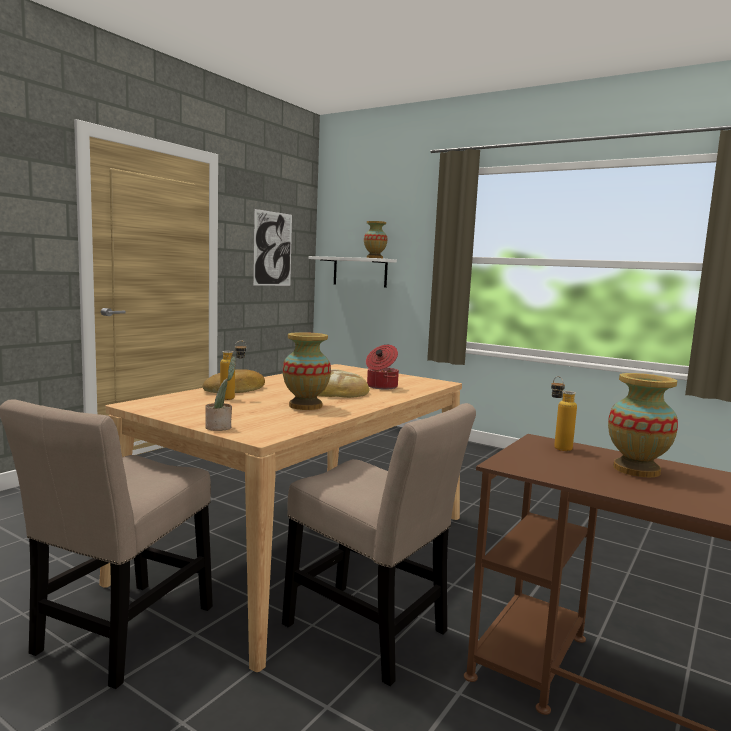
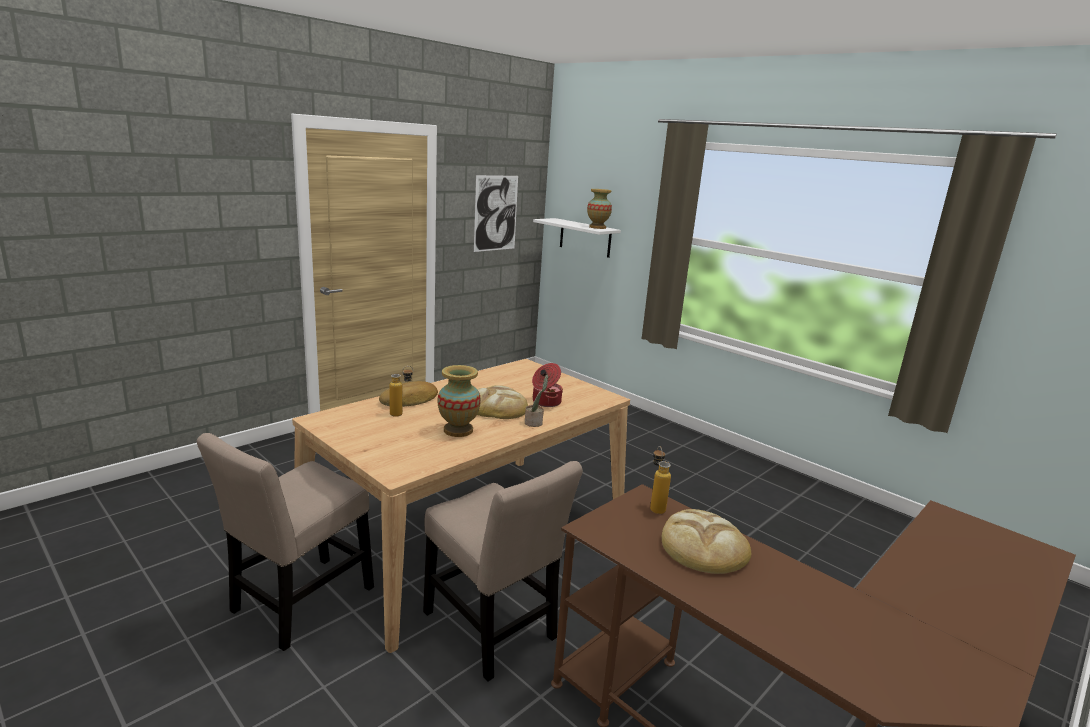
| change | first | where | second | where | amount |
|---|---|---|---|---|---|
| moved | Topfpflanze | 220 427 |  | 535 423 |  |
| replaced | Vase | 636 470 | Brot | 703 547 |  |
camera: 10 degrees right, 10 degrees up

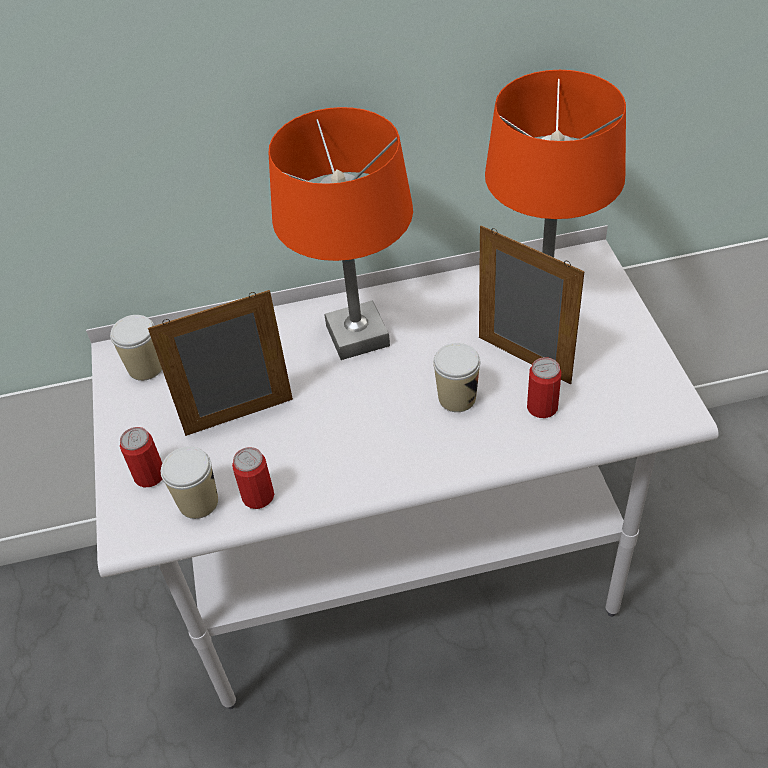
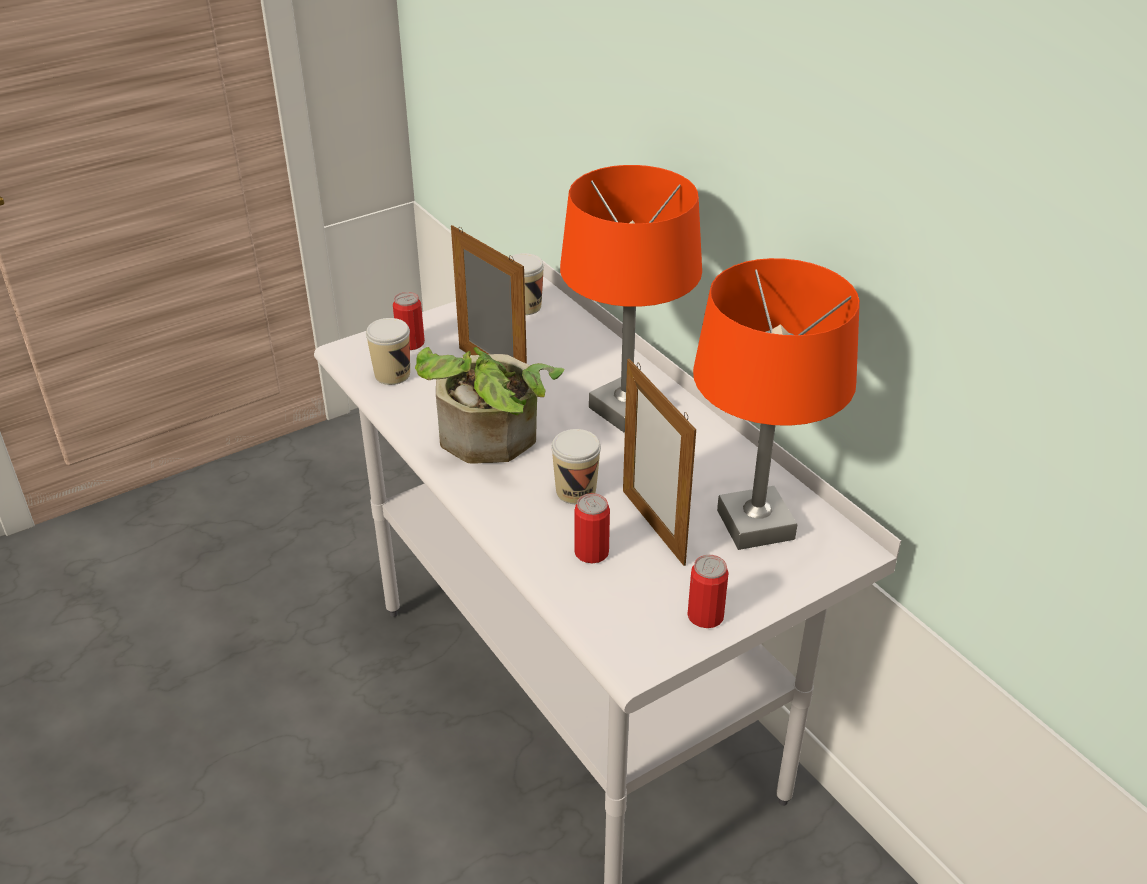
| change | first | where | second | where | amount |
|---|---|---|---|---|---|
| moved | Dose | 258 496 |  | 705 616 |  |
| turned | Bilderrahmen | 523 360 |  | 653 526 | 135 degrees clockwise |
| added |  |  | Topfpflanze | 490 442 |  |
camera: 65 degrees right, 10 degrees down

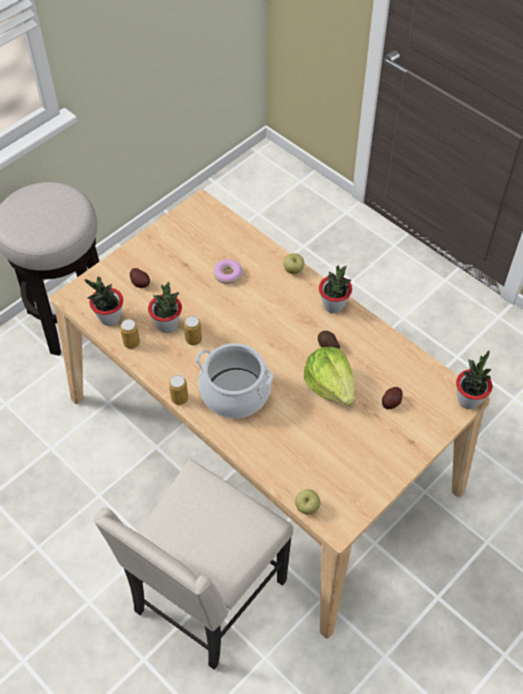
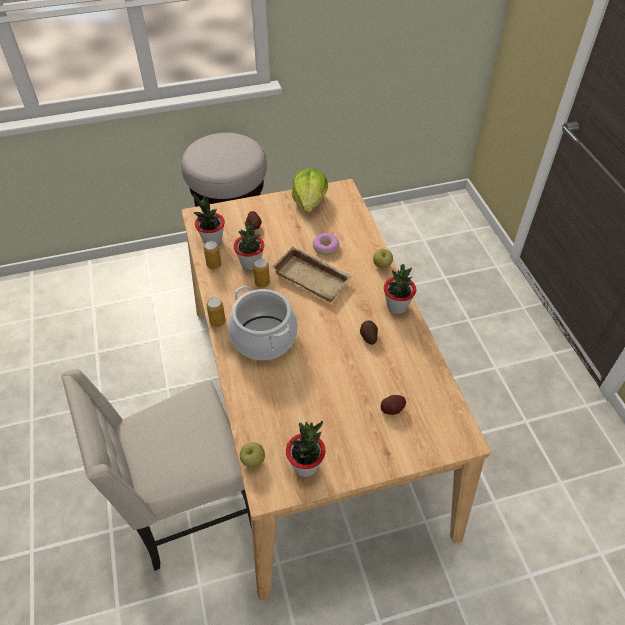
| change | first | where | second | where | amount |
|---|---|---|---|---|---|
| moved | Salatkopf | 330 385 |  | 309 201 |  |
| moved | Topfpflanze | 468 400 |  | 306 465 |  |
| added |  |  | Tablett [beige] | 313 277 |  |
camera: 30 degrees right, 5 degrees down

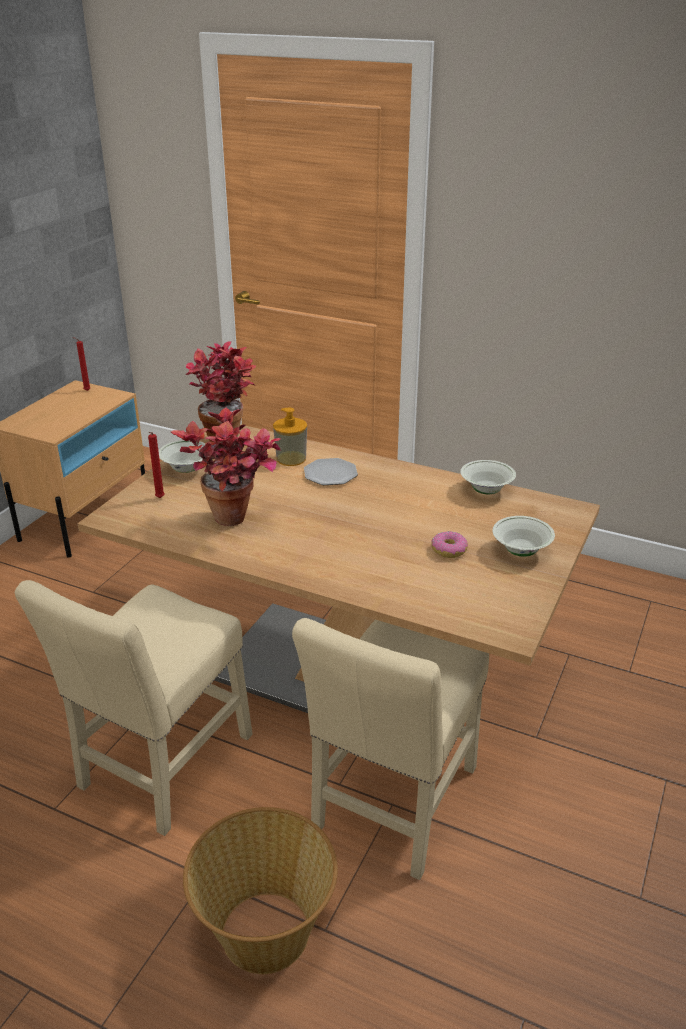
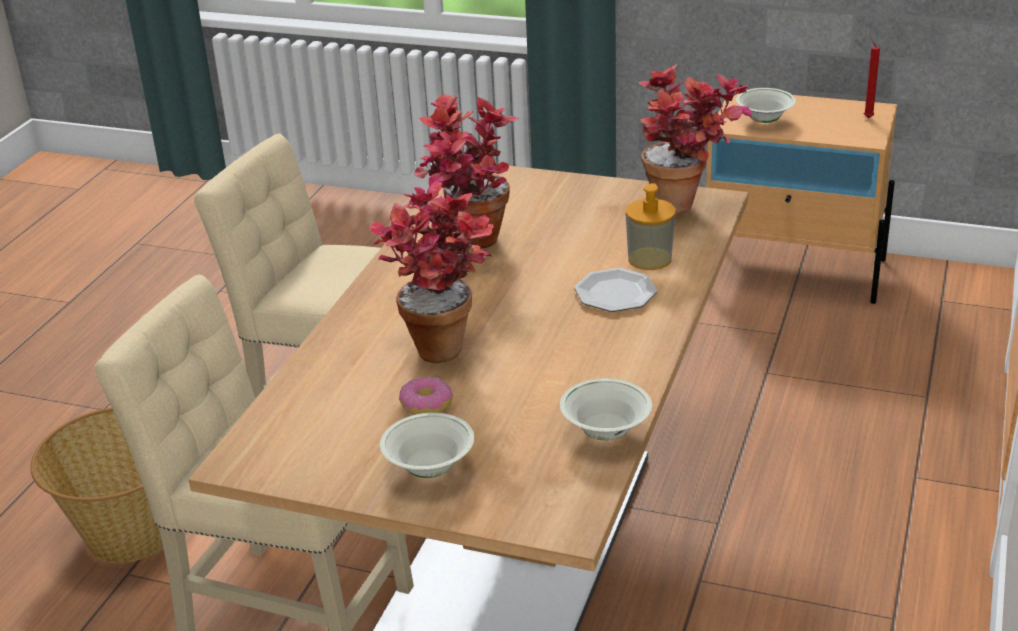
| change | first | where | second | where | amount |
|---|---|---|---|---|---|
| removed | Kerze [rot] | 159 498 |  |  |  |
| moved | Schüssel [weiß] | 186 469 |  | 764 120 |  |
| added |  |  | Topfpflanze | 442 342 |  |
camera: 85 degrees right, 0 degrees up

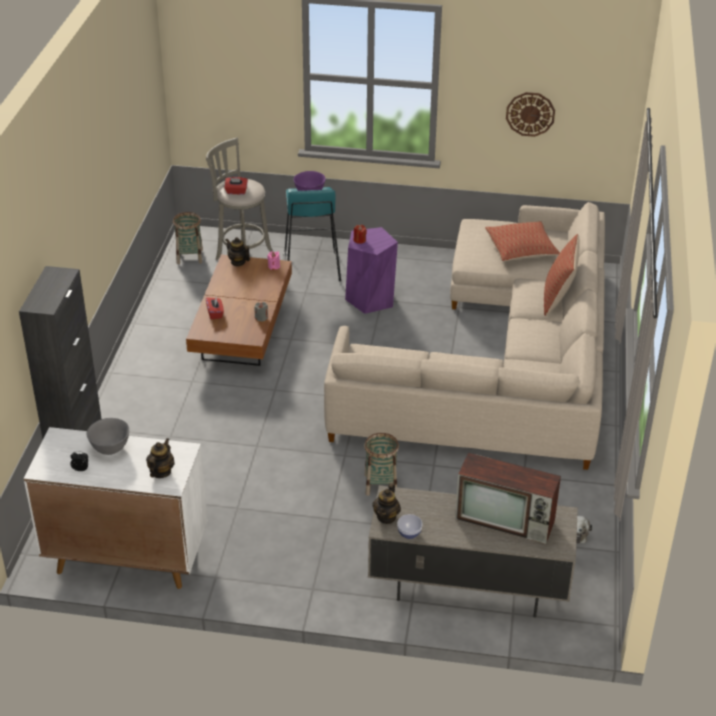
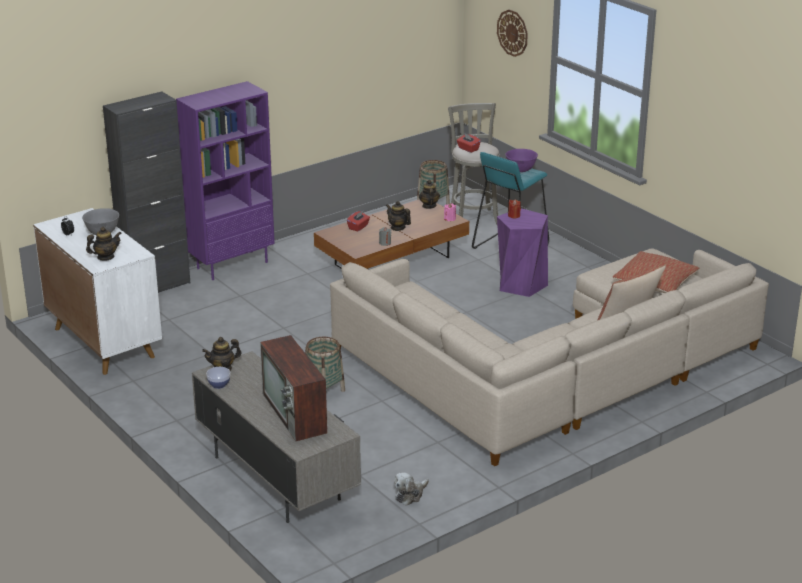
| change | first | where | second | where | amount |
|---|---|---|---|---|---|
| moved | Wanduhr | 530 114 |  | 512 33 |  |
| added |  |  | Bücherregal [lila] | 232 265 |  |
| added |  |  | Teekanne | 398 228 |  |
camera: 45 degrees right, 10 degrees down

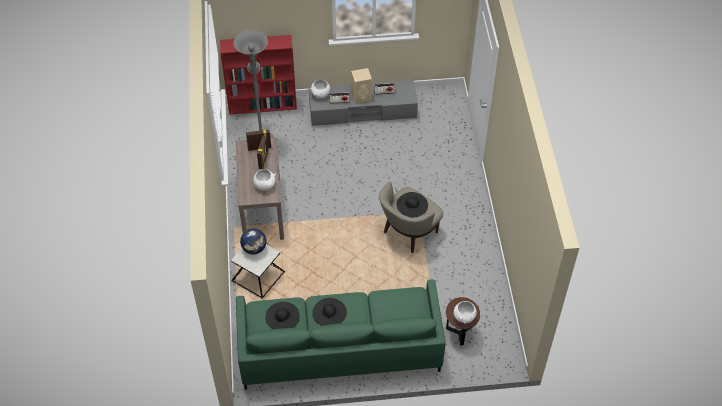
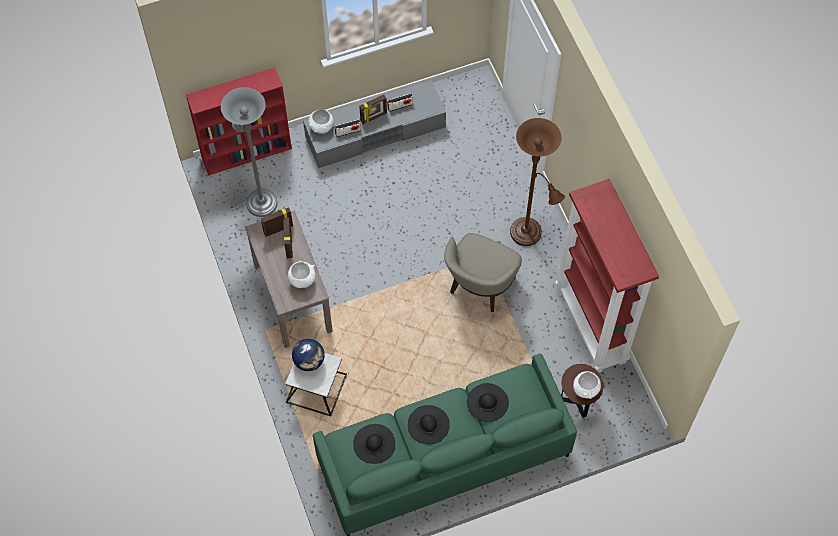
| change | first | where | second | where | amount |
|---|---|---|---|---|---|
| replaced | Lautsprecher [beige] | 362 96 | Bilderrahmen | 374 117 |  |
| moved | Hut [schwarz] | 412 204 |  | 487 402 |  |
| added |  |  | Stehlampe [braun] | 529 235 |  |
| added |  |  | Bücherregal [rot] | 591 326 |  |
camera: 15 degrees left, 10 degrees up

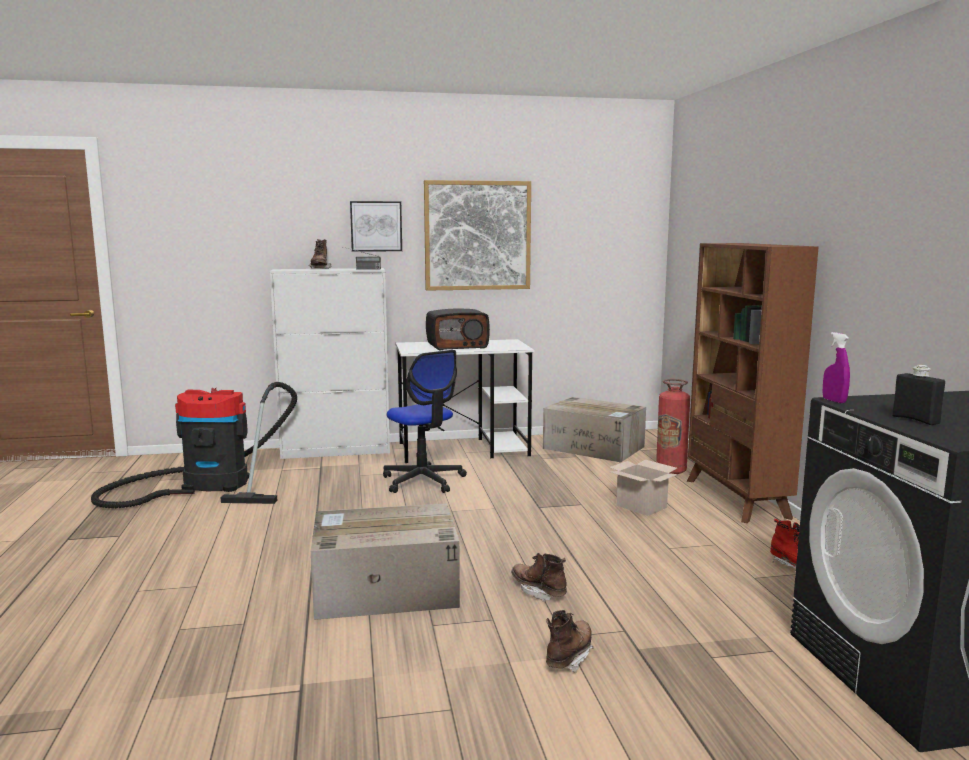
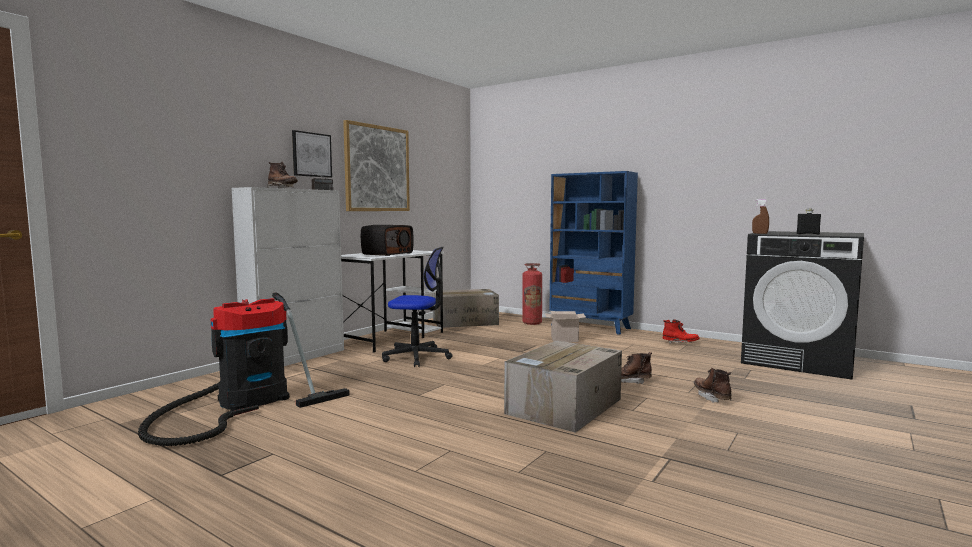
| change | first | where | second | where | amount |
|---|---|---|---|---|---|
| recoloured | Bücherregal [braun] | 736 499 | Bücherregal [blau] | 590 327 |  |
| recoloured | Sprühflasche [lila] | 834 401 | Sprühflasche [braun] | 760 233 |  |
camera: 45 degrees left, 5 degrees down

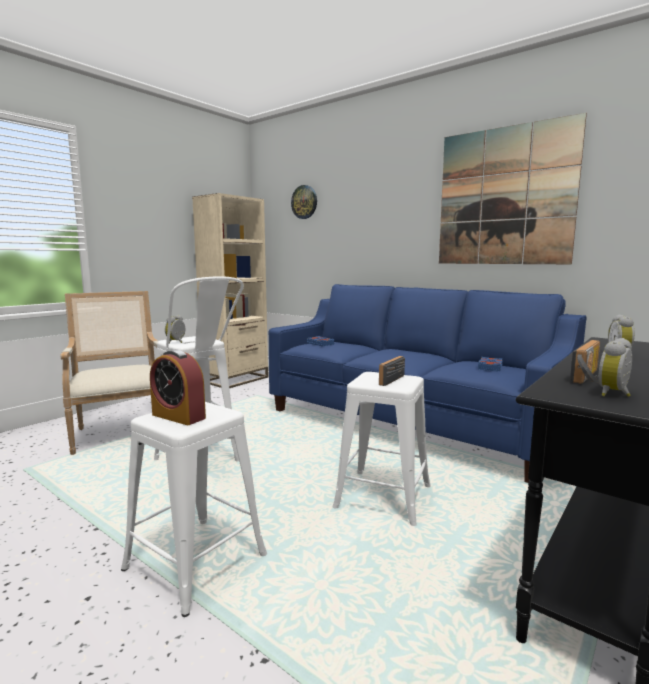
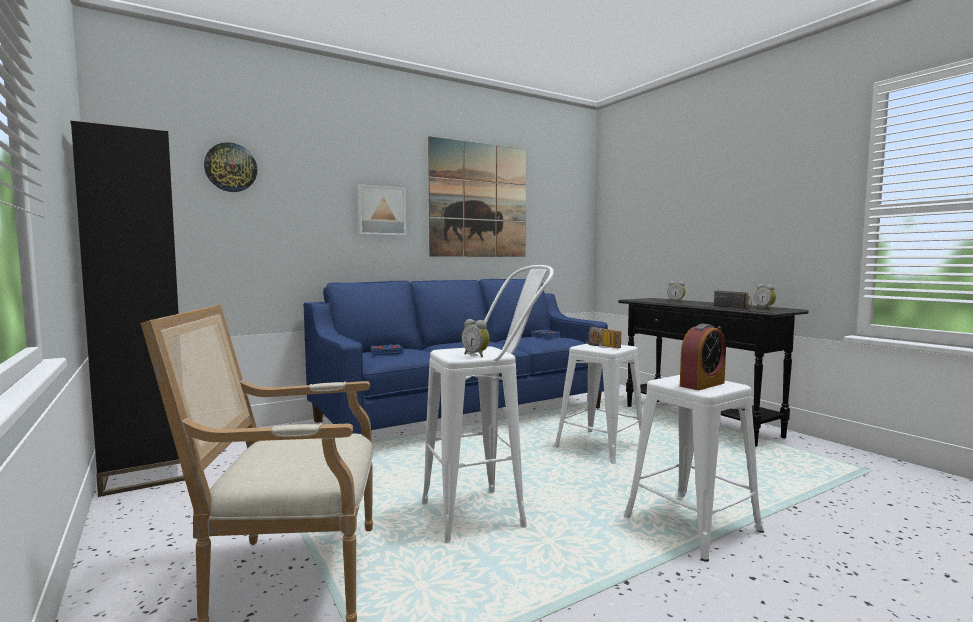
| change | first | where | second | where | amount |
|---|---|---|---|---|---|
| recoloured | Bücherregal [beige] | 235 379 | Bücherregal [schwarz] | 147 469 |  |
| added |  |  | Bild | 381 211 |  |
camera: 70 degrees left, 5 degrees down

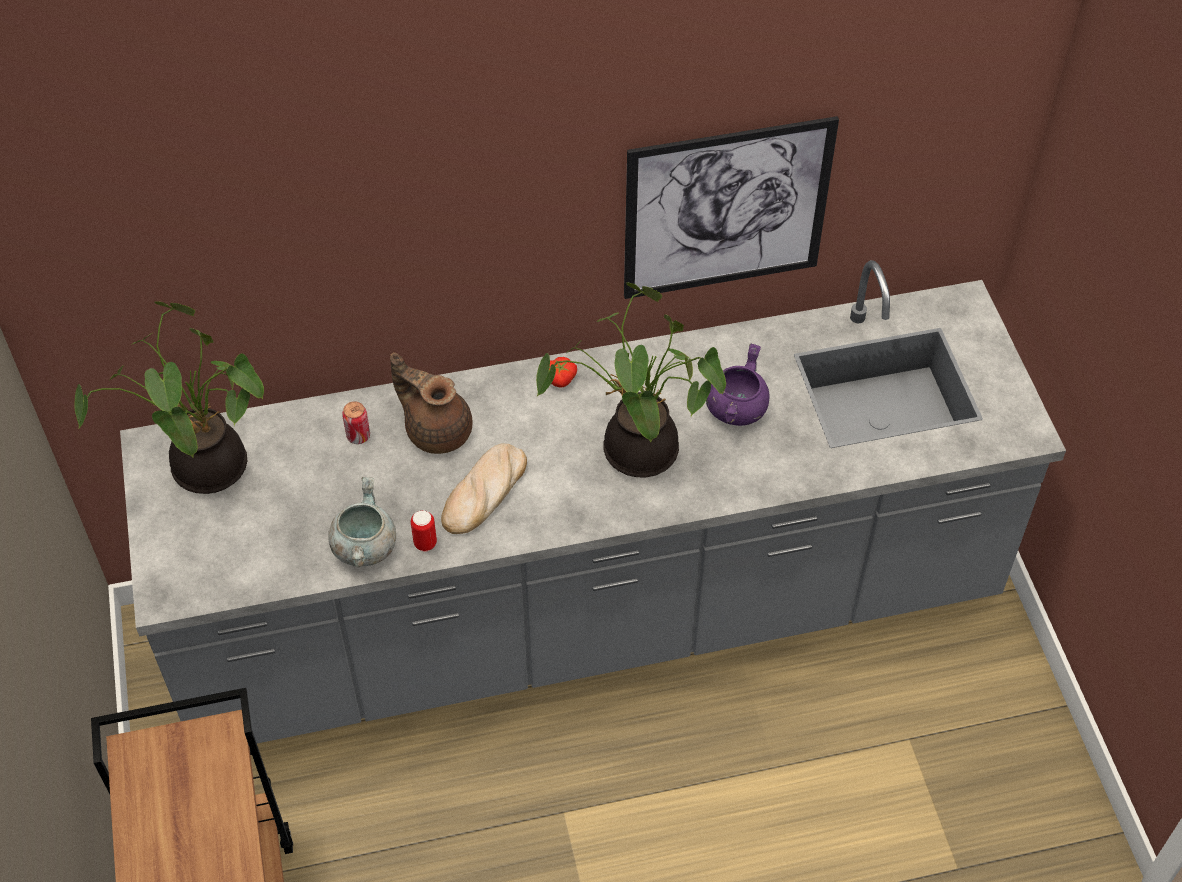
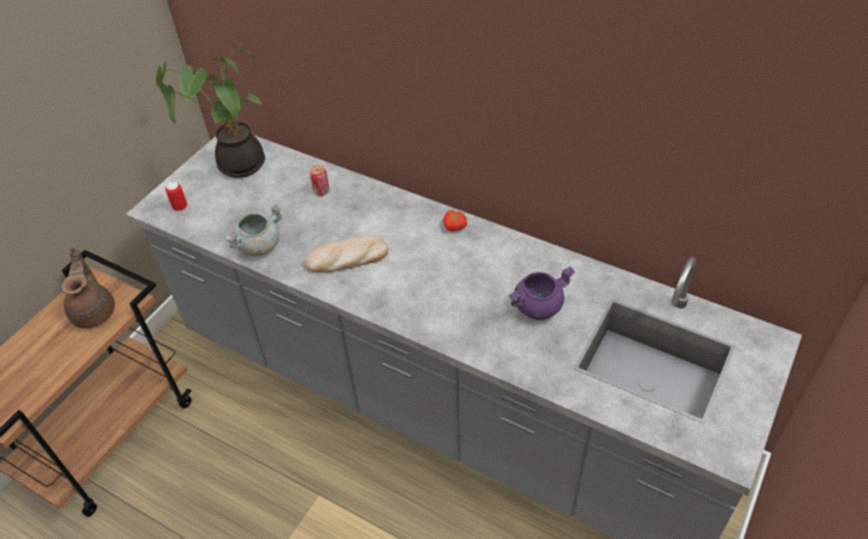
| change | first | where | second | where | amount |
|---|---|---|---|---|---|
| moved | Teekanne [braun] | 436 429 |  | 95 311 |  |
| moved | Dose | 425 543 |  | 180 207 |  |
| removed | Topfpflanze | 634 454 |  |  |  |
| removed | Bild | 726 209 |  |  |  |
camera: 45 degrees right, 5 degrees down

